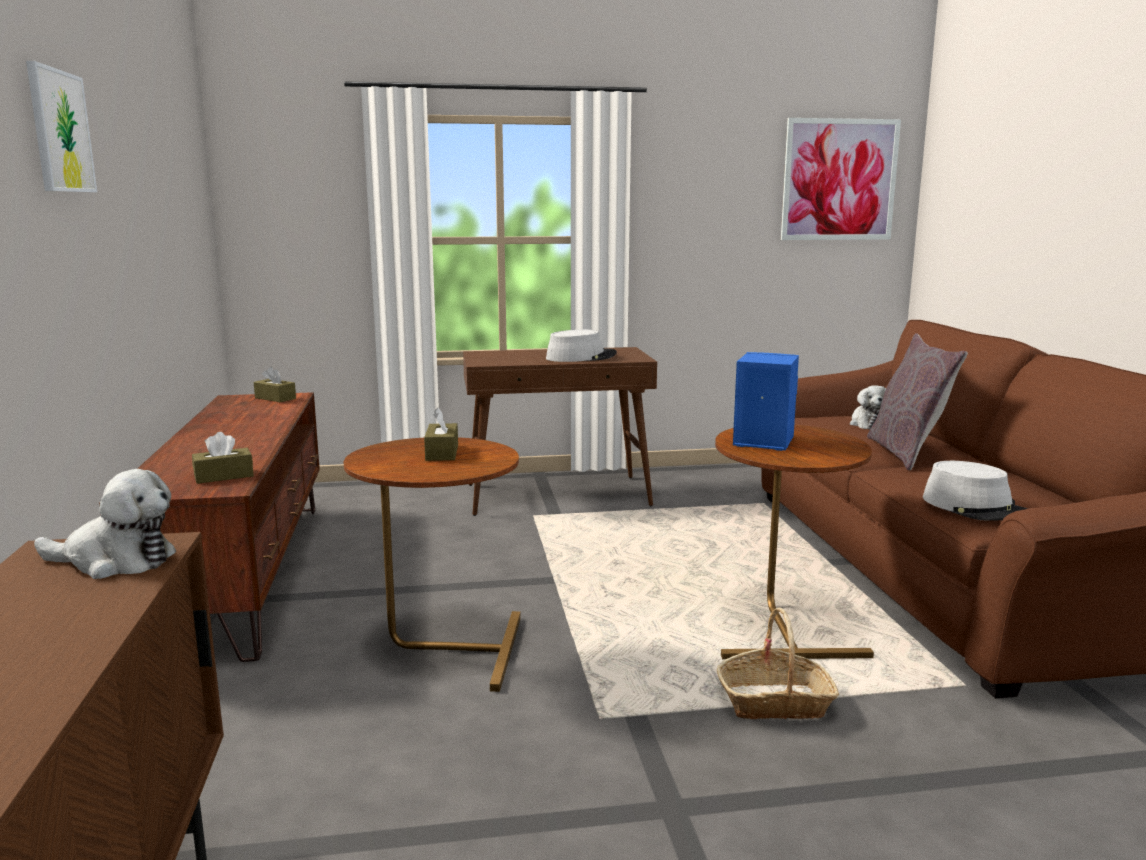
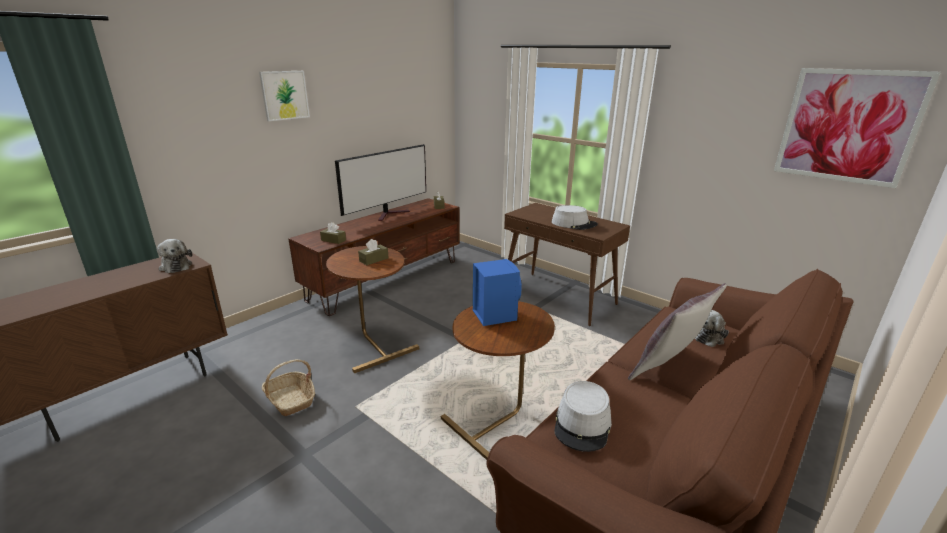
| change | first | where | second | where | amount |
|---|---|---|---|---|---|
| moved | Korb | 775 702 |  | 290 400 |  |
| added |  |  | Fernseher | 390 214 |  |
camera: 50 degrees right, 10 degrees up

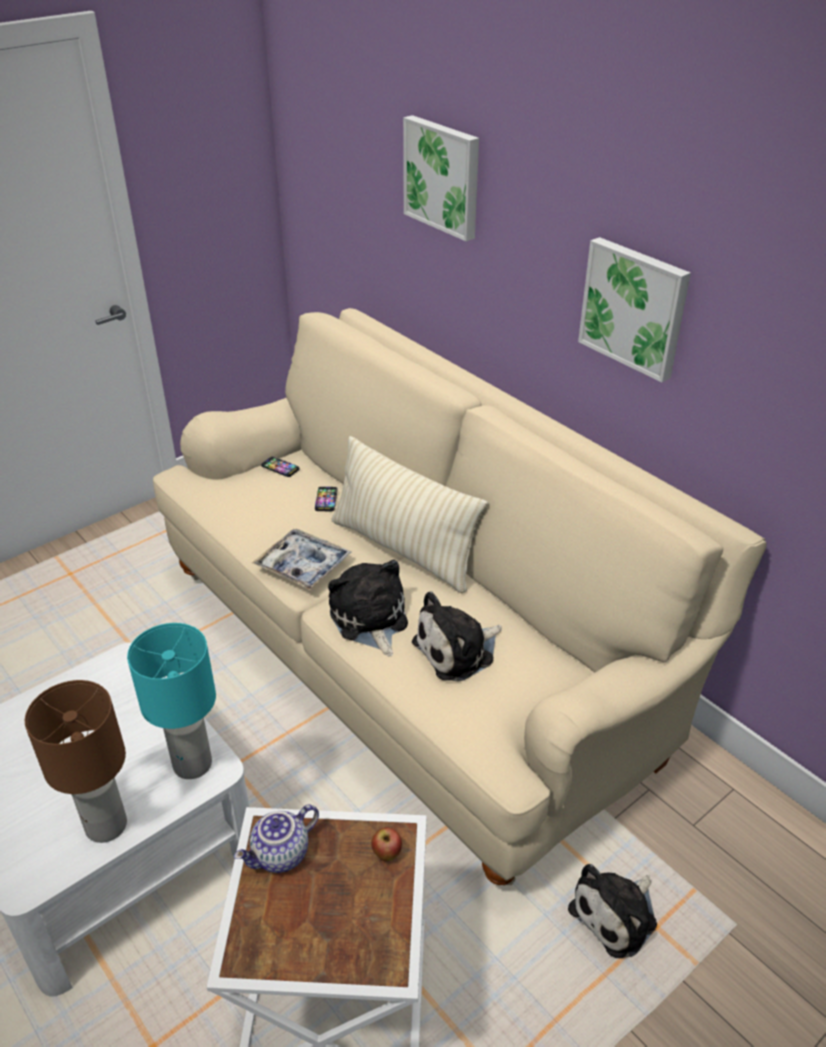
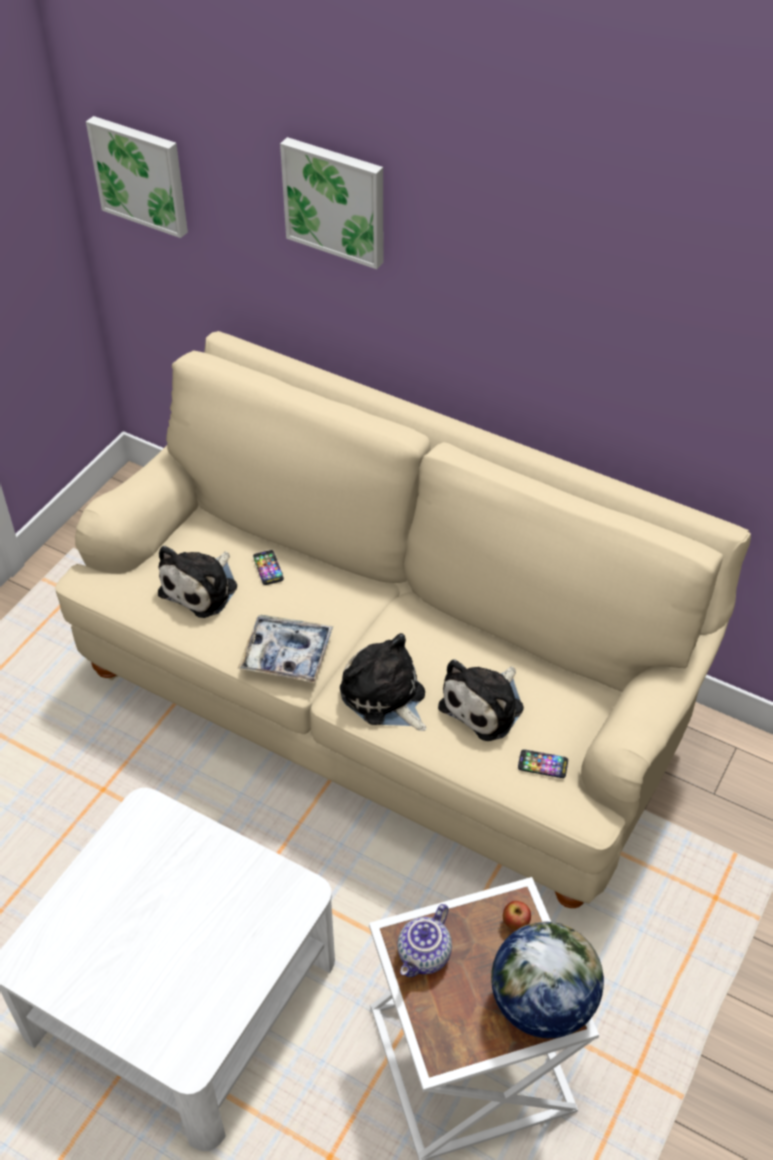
| change | first | where | second | where | amount |
|---|---|---|---|---|---|
| removed | Tischlampe [braun] | 106 826 |  |  |  |
| removed | Tischlampe [türkis] | 193 765 |  |  |  |
| moved | Handy | 280 467 |  | 543 764 |  |
| removed | Kissen [beige] | 403 549 |  |  |  |
| moved | Plüschtier | 617 914 |  | 202 588 |  |
| moved | Bild | 635 307 |  | 141 174 |  |
| added |  |  | Globus | 541 1003 |  |
camera: 20 degrees left, 10 degrees up

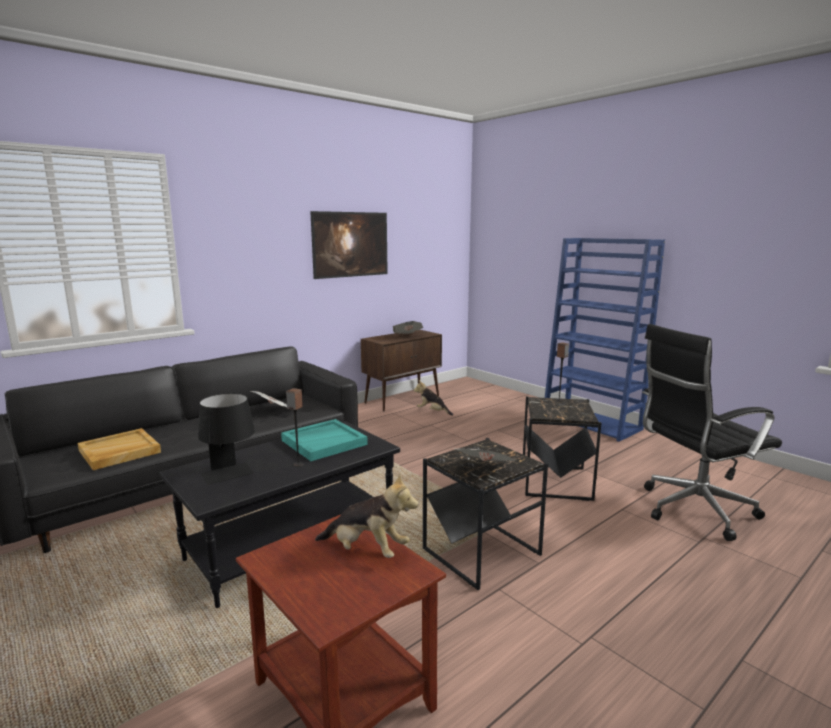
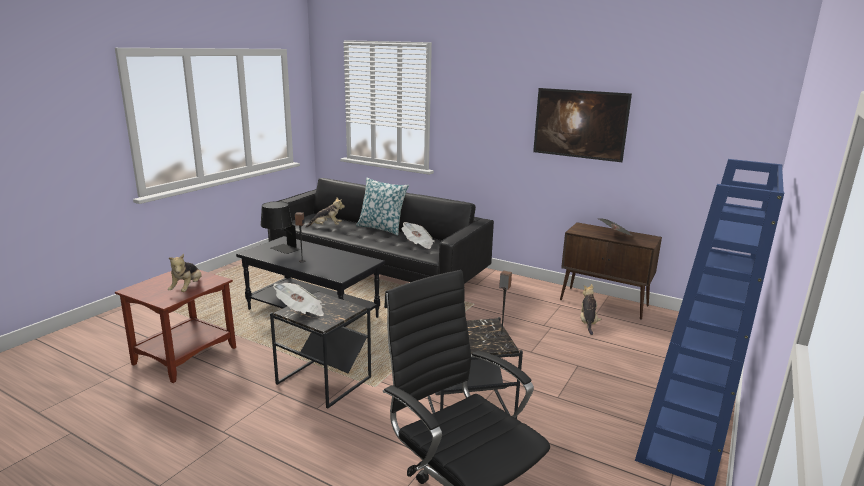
| change | first | where | second | where | amount |
|---|---|---|---|---|---|
| replaced | Tablett [beige] | 119 452 | Plüschtier | 326 226 |  |
| removed | Tablett [türkis] | 324 442 |  |  |  |
| added |  |  | Kissen | 381 228 |  |
camera: 70 degrees right, 5 degrees up

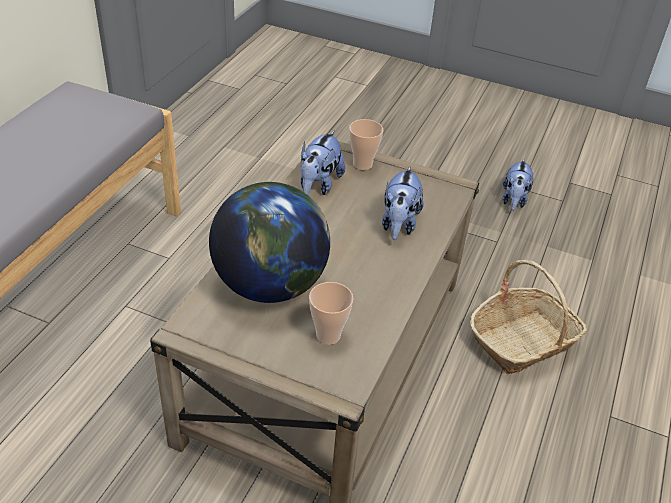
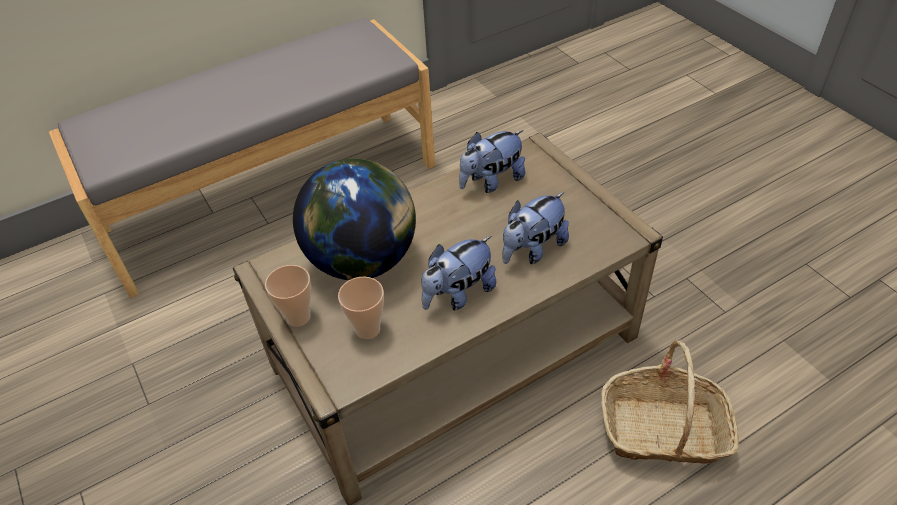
| change | first | where | second | where | amount |
|---|---|---|---|---|---|
| moved | Tasse | 362 164 |  | 298 317 |  |
| moved | Plüschtier | 514 200 |  | 458 294 |  |
camera: 40 degrees right, 5 degrees up

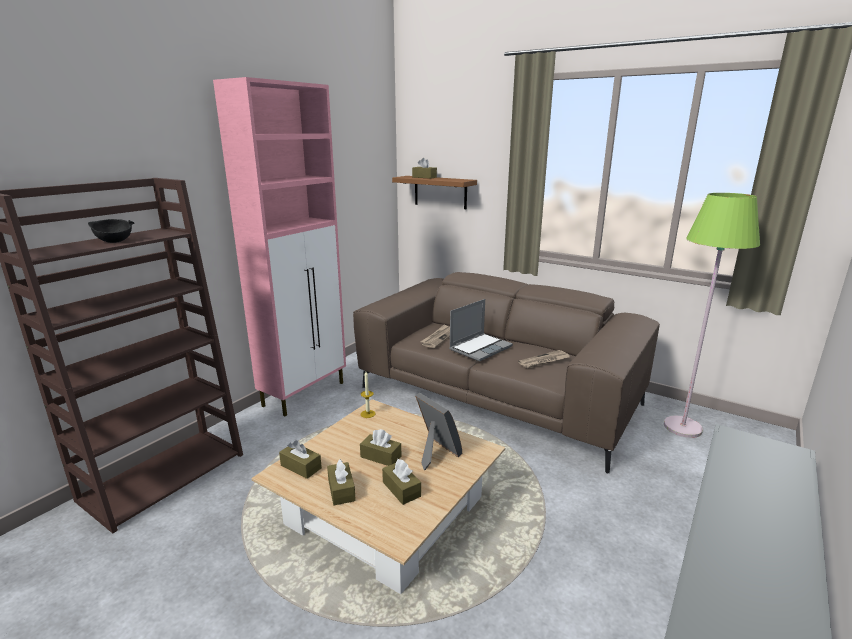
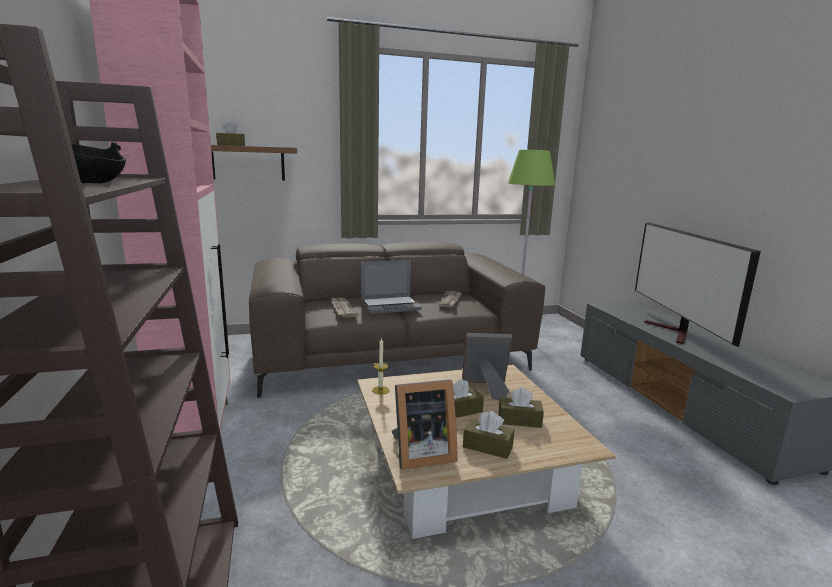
| change | first | where | second | where | amount |
|---|---|---|---|---|---|
| replaced | Taschentuchbox [braun] | 301 467 | Bilderrahmen | 420 454 |  |
| turned | Laptop | 480 348 |  | 391 306 | 75 degrees clockwise |
| added |  |  | Fernseher | 675 333 |  |
camera: 50 degrees left, 5 degrees down

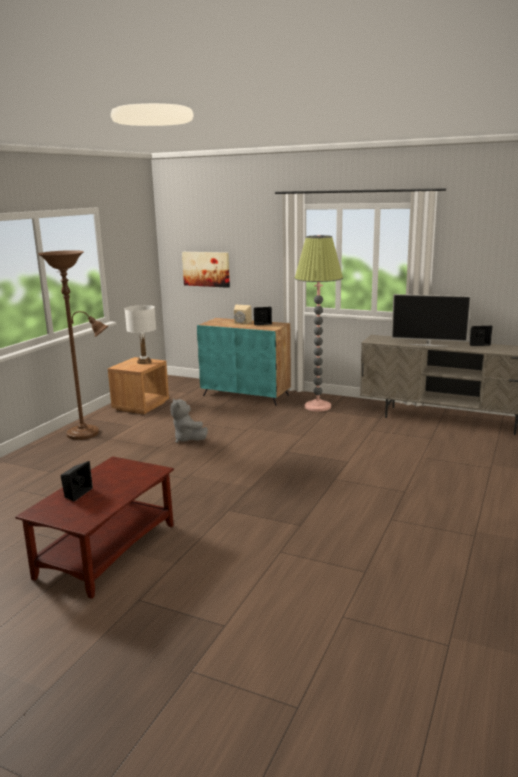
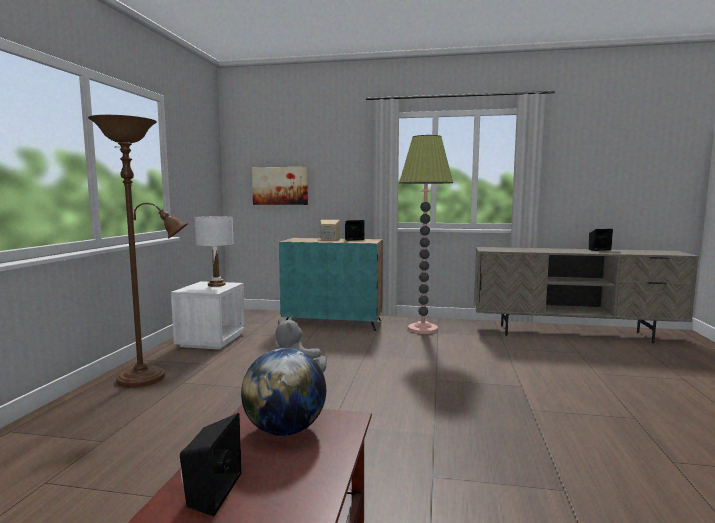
| change | first | where | second | where | amount |
|---|---|---|---|---|---|
| recoloured | Nachttisch [braun] | 141 406 | Nachttisch [weiß] | 211 340 |  |
| removed | Fernseher | 428 345 |  |  |  |
| added |  |  | Globus | 285 430 |  |
camera: 15 degrees left, 10 degrees down

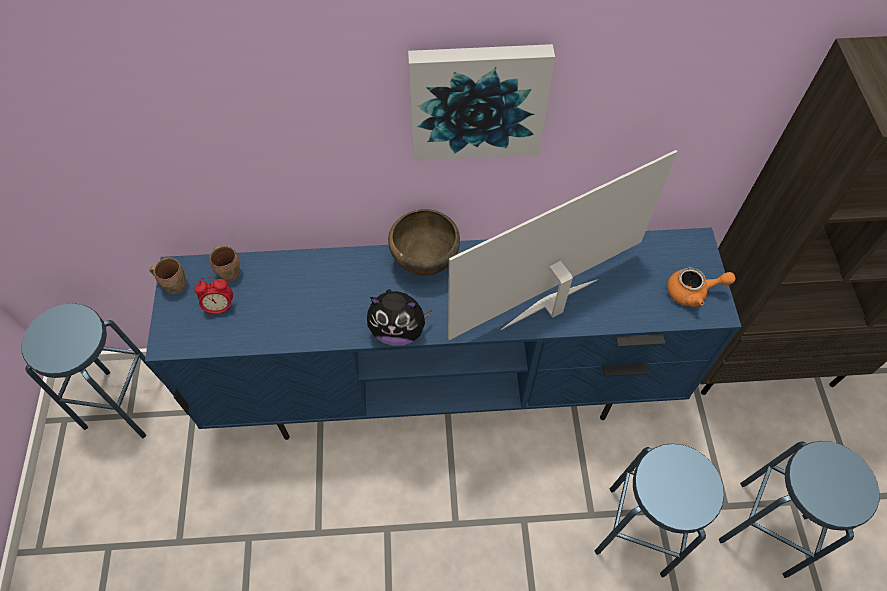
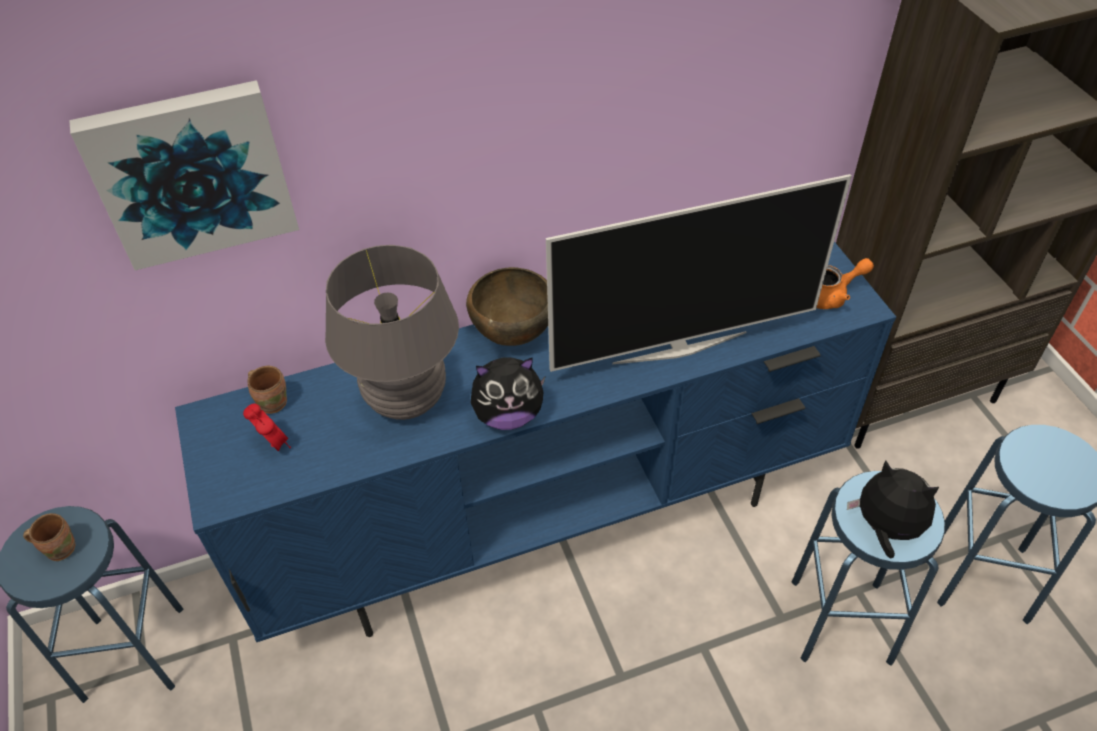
| change | first | where | second | where | amount |
|---|---|---|---|---|---|
| moved | Henkelbecher [braun] | 174 284 |  | 60 547 |  |
| turned | Wecker | 220 307 |  | 273 444 | 105 degrees counterclockwise |
| moved | Bild | 477 100 |  | 191 172 |  |
| turned | Fernseher | 551 306 |  | 679 346 | 150 degrees counterclockwise |
| added |  |  | Tischlampe [grau] | 406 399 |  |
| added |  |  | Plüschtier | 885 529 |  |
camera: 15 degrees left, 10 degrees down

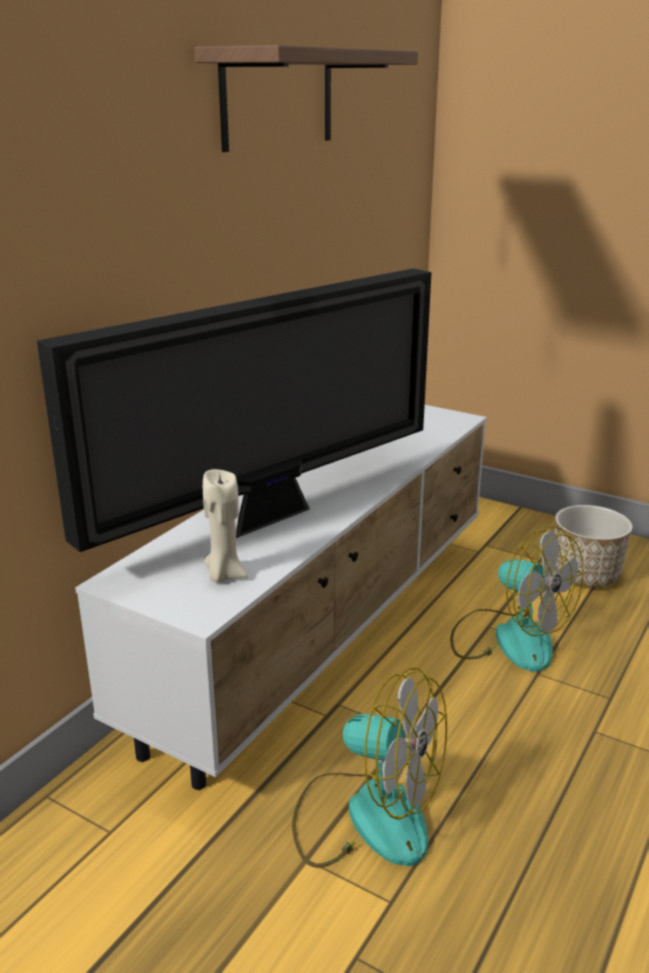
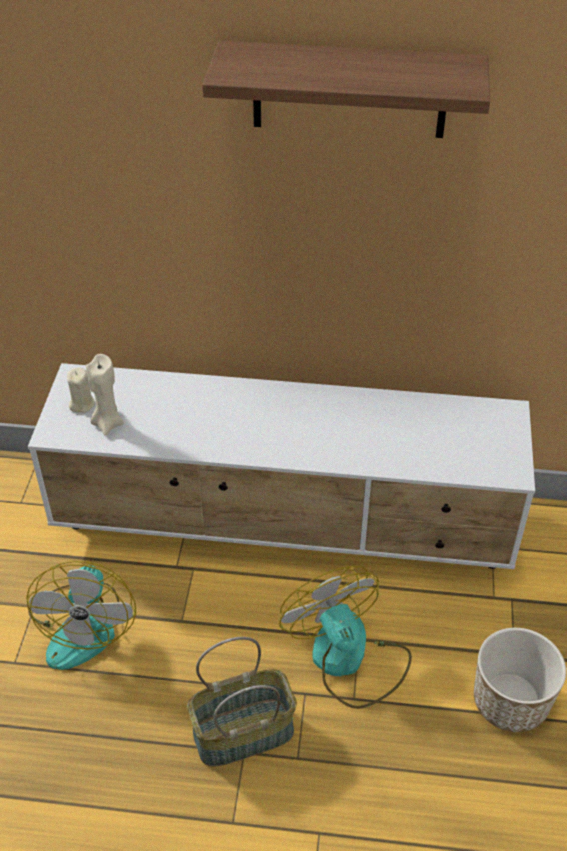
| change | first | where | second | where | amount |
|---|---|---|---|---|---|
| removed | Fernseher | 271 516 |  |  |  |
| turned | Ventilator | 509 638 |  | 348 659 | 135 degrees clockwise |
| added |  |  | Kerze [beige] | 82 404 |  |
| added |  |  | Korb | 243 731 |  |
camera: 65 degrees right, 20 degrees up

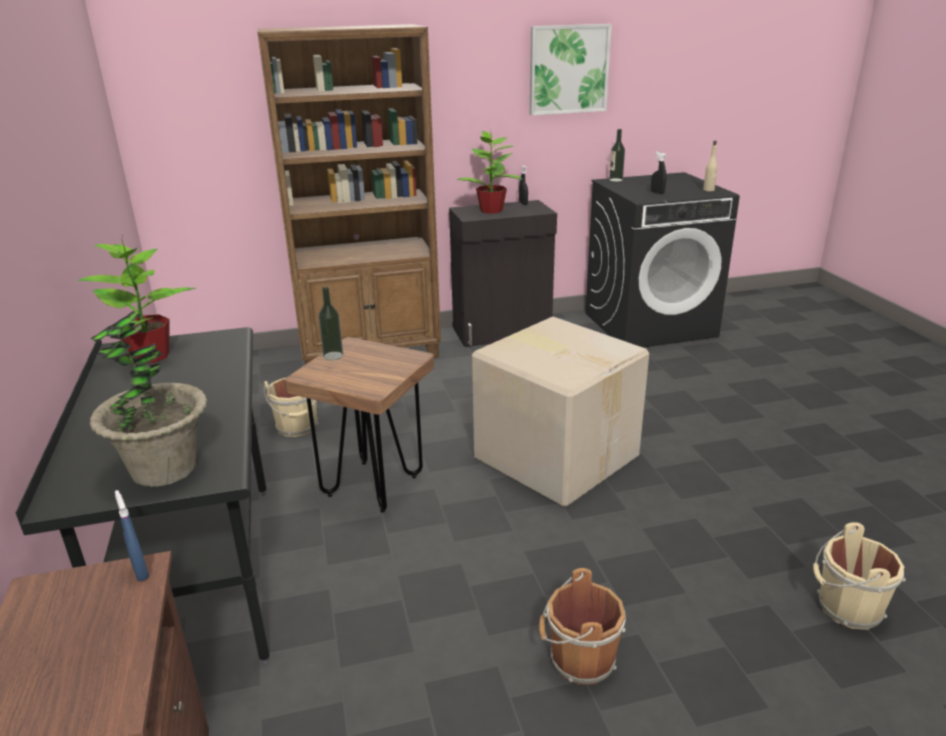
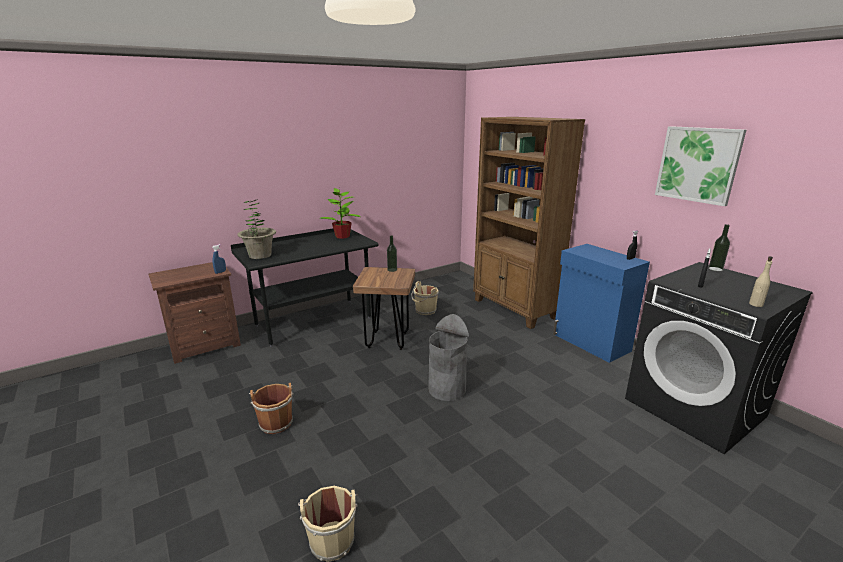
| change | first | where | second | where | amount |
|---|---|---|---|---|---|
| recoloured | Schrank [schwarz] | 502 332 | Schrank [blau] | 590 343 |  |
| removed | Topfpflanze | 491 210 |  |  |  |
| replaced | Karton | 555 456 | Mülleimer [grau] | 447 389 |  |
camera: 70 degrees right, 5 degrees down

